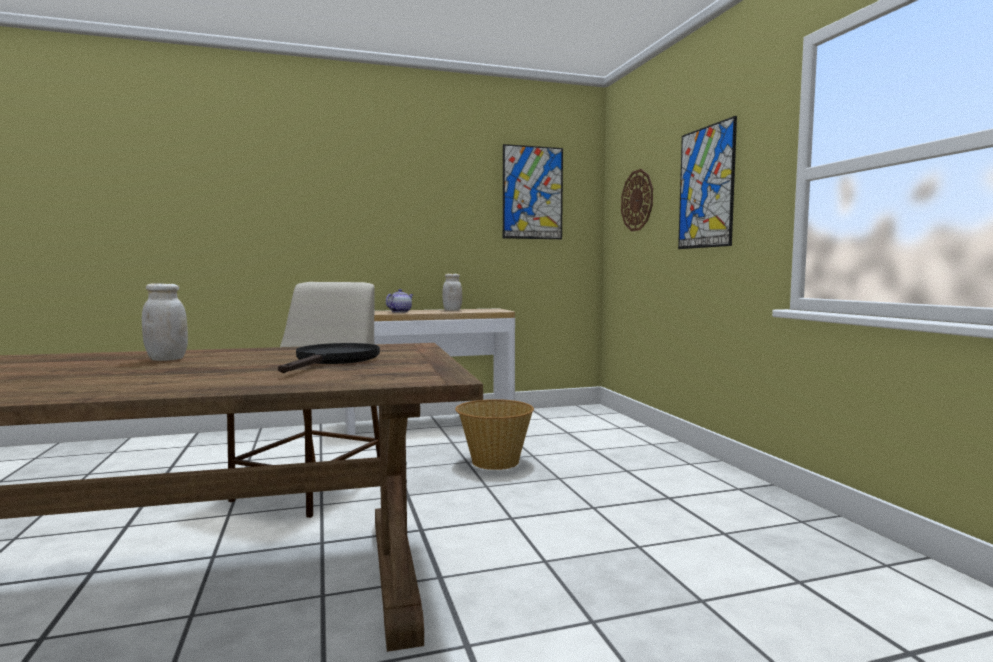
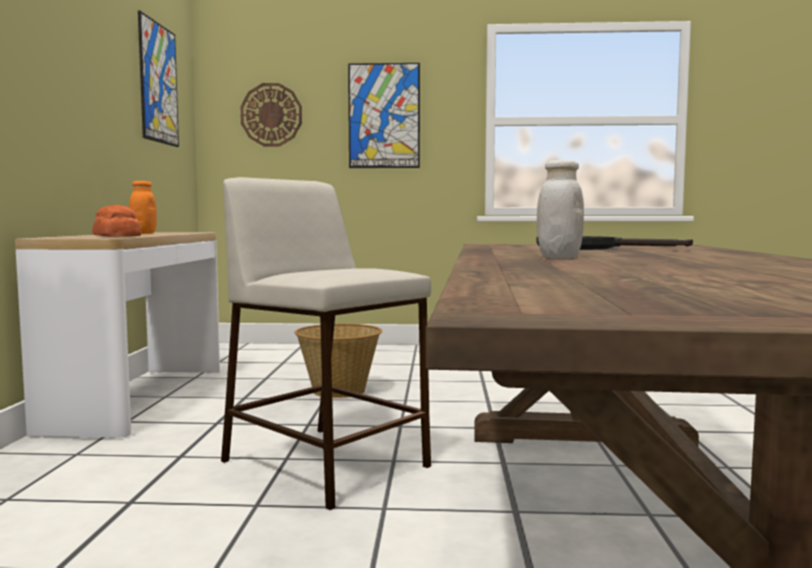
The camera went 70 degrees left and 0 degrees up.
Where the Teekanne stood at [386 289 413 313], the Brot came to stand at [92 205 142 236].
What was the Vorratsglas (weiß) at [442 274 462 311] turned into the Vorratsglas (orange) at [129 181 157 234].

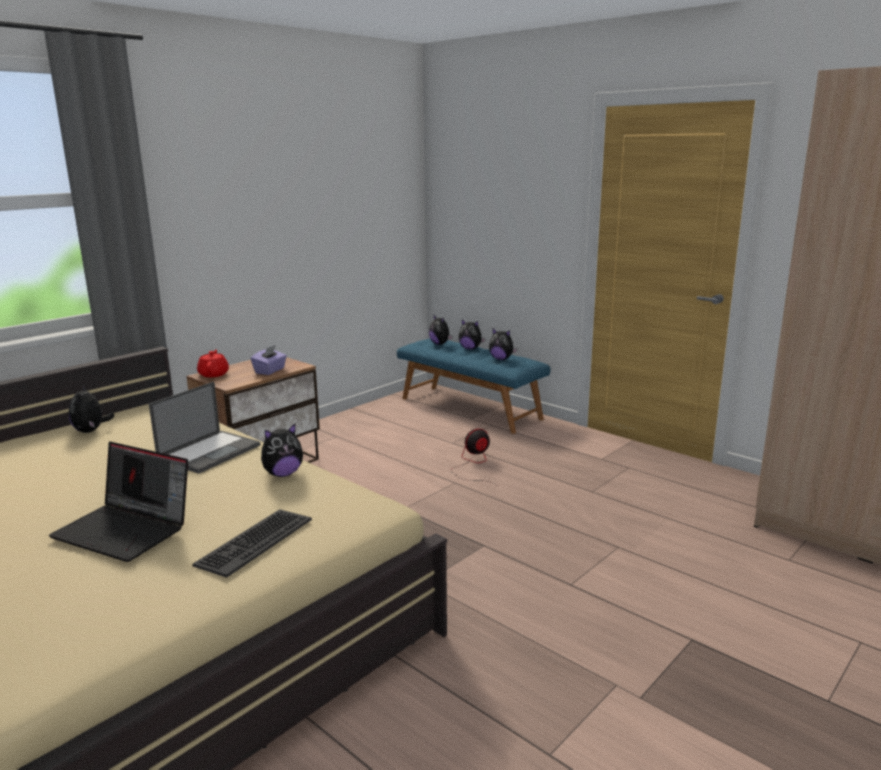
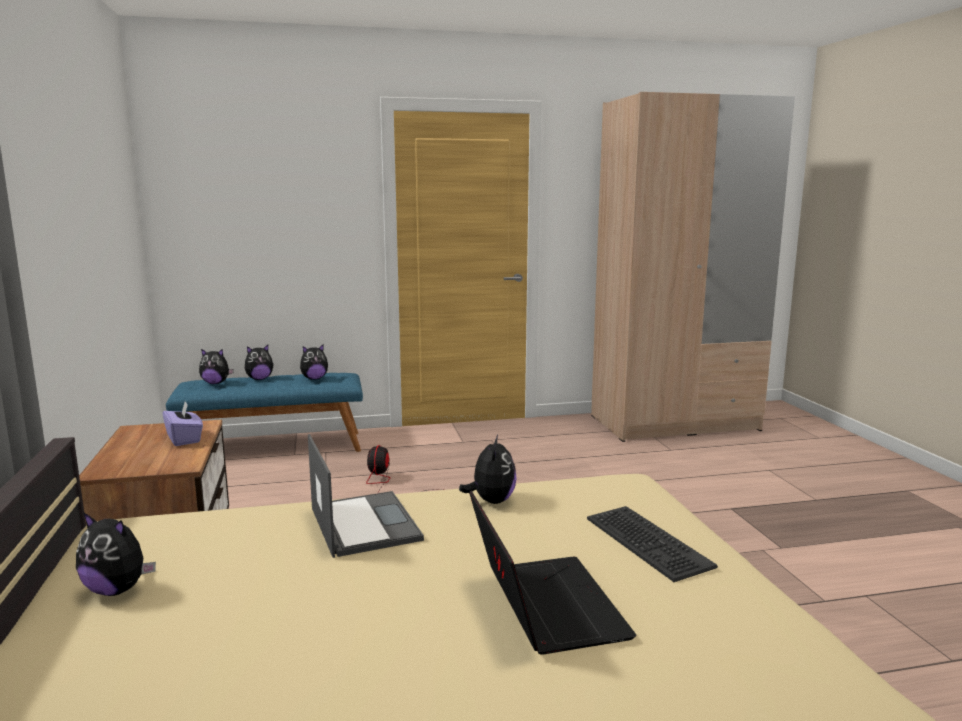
The camera went 55 degrees left and 5 degrees down.
The Laptop at [49 442 188 562] ended up facing another way, 75 degrees counterclockwise from before.
The second view lost the Teekanne (rot) at [197 349 229 377].

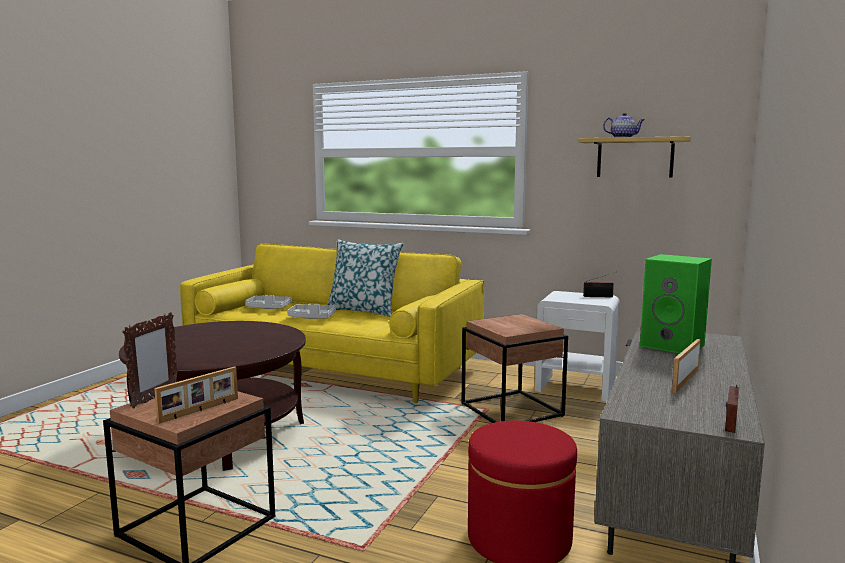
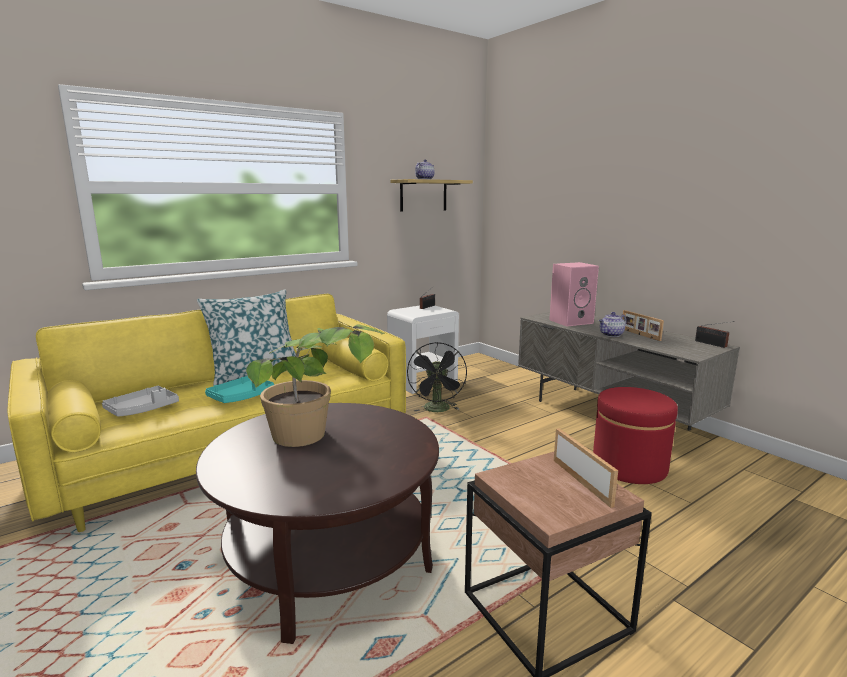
The camera went 60 degrees left and 5 degrees up.
The second view lost the Bilderrahmen at [122 312 177 408].
What was the Tablett (grau) at [287 304 336 319] turned into the Tablett (türkis) at [205 376 275 403].
Where the Beistelltisch (braun) stood at [462 314 568 423], the Ventilator (schwarz) came to stand at [407 342 467 412].
What was the Lautsprecher (grün) at [640 254 712 353] turned into the Lautsprecher (rosa) at [549 262 599 327].
The second view gained the Topfpflanze at [246 325 385 447].
The second view gained the Teekanne at [599 312 627 337].

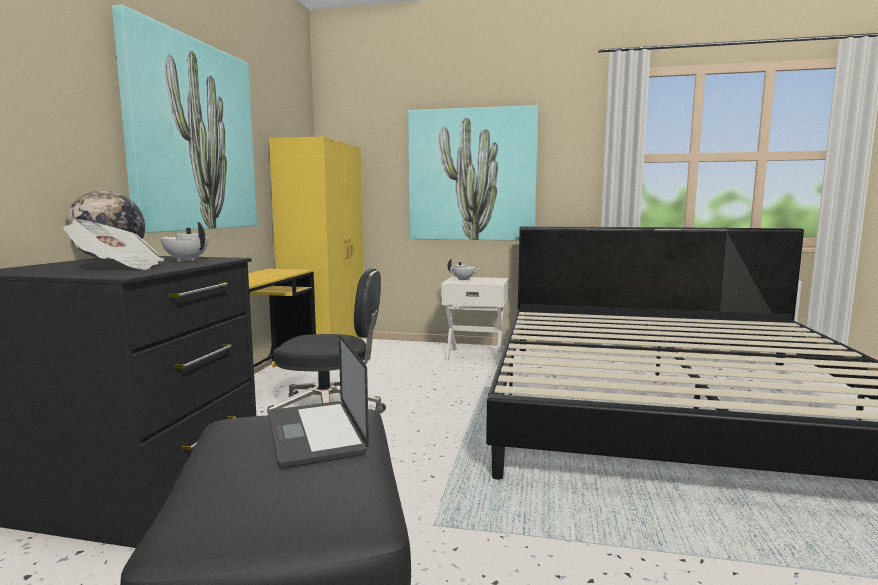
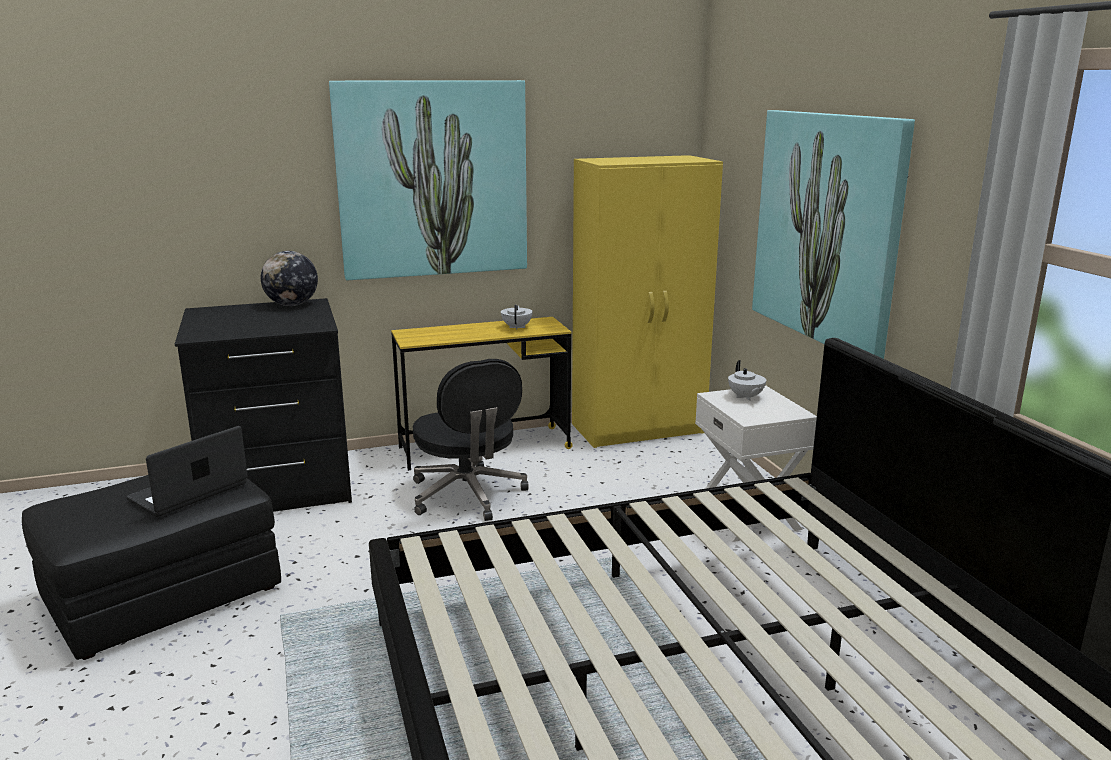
The camera went 60 degrees right and 10 degrees up.
The second view lost the Zeitung at [63 219 164 270].
The Teekanne (weiß) ended up elsewhere, having gone from [160 222 209 262] to [501 305 533 330].

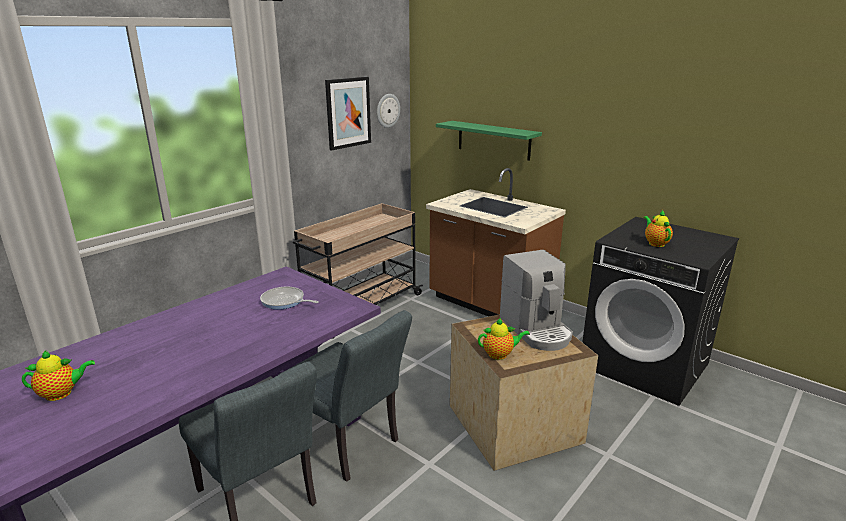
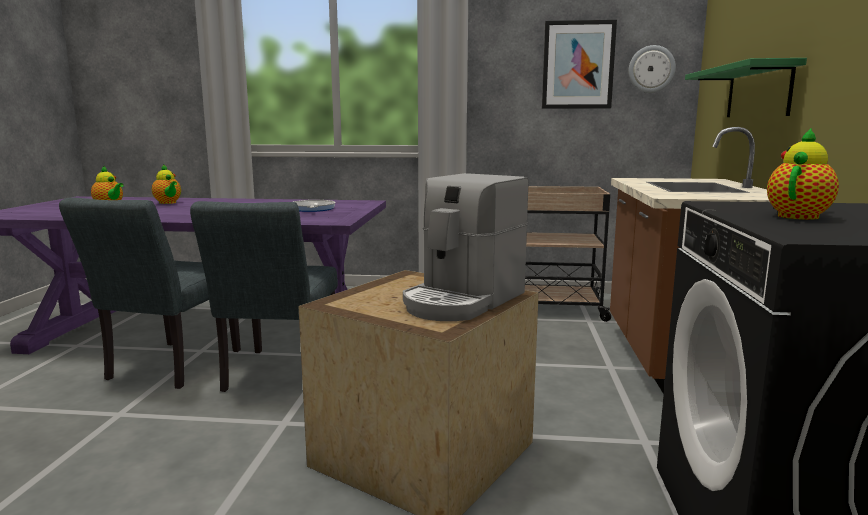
The camera went 55 degrees right and 10 degrees down.
The Teekanne ended up elsewhere, having gone from [478 318 530 360] to [152 165 181 204].

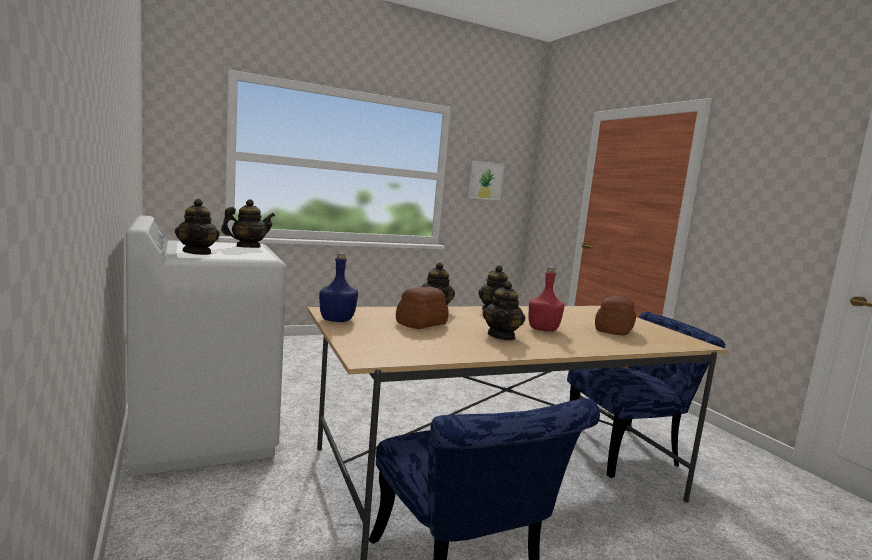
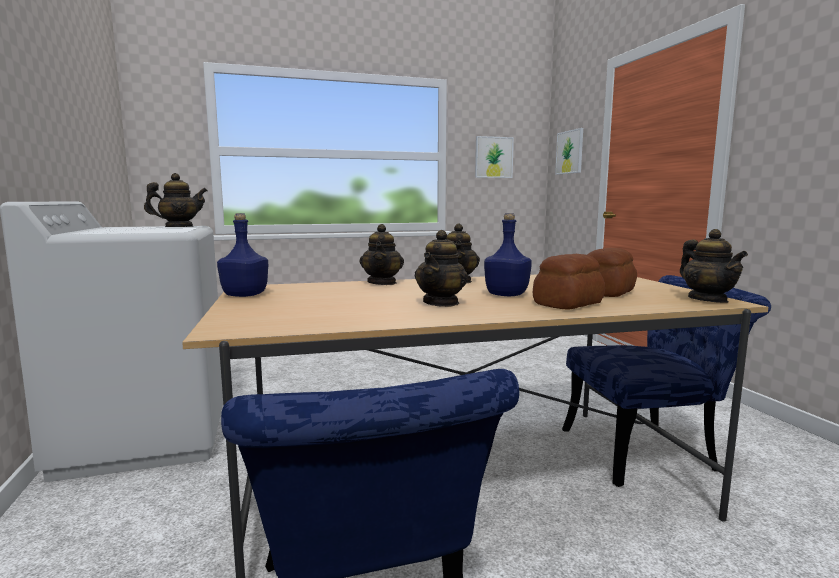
The camera went 10 degrees right and 0 degrees up.
The Teekanne ended up elsewhere, having gone from [175 199 220 255] to [680 229 748 303].
The Brot ended up elsewhere, having gone from [396 287 449 329] to [533 254 605 310].
What was the Flasche (rot) at [528 267 565 332] turned into the Flasche (blau) at [484 213 532 296].
The second view gained the Bild at [555 128 583 175].

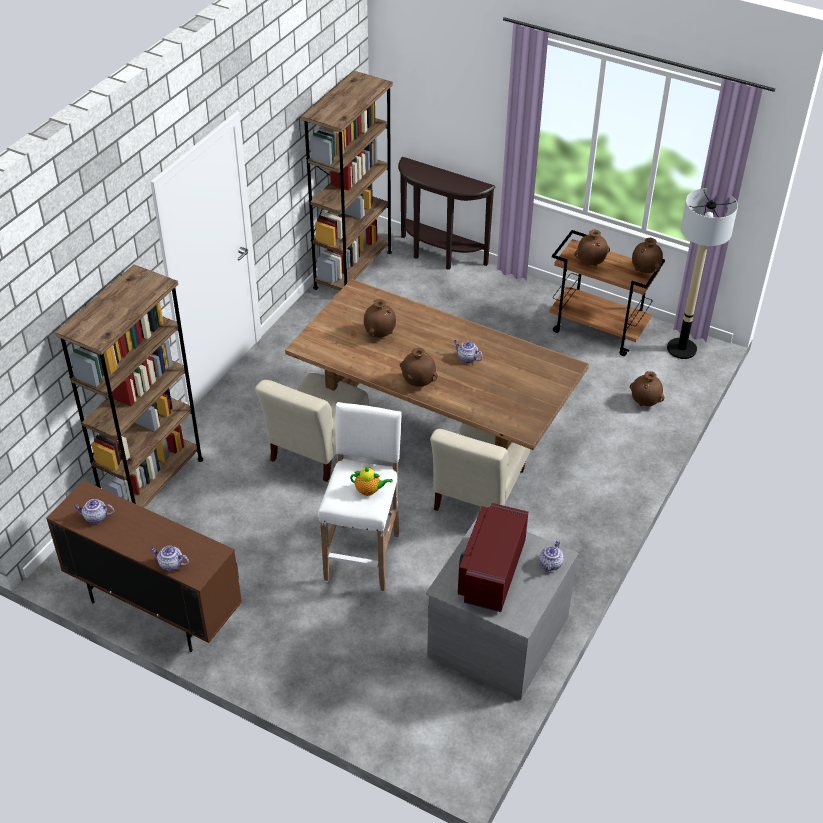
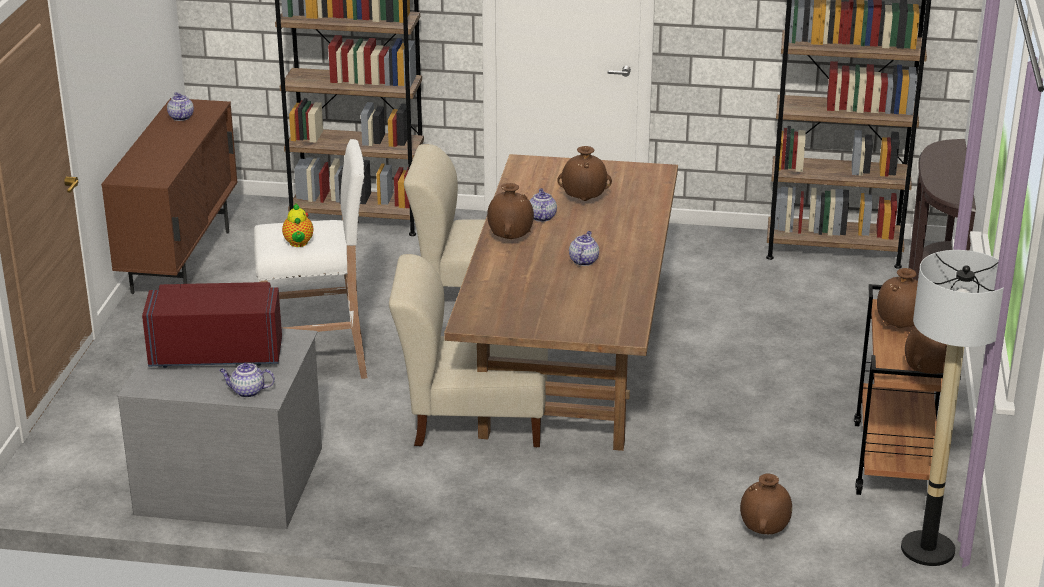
The camera went 70 degrees right and 15 degrees down.
The Teekanne ended up elsewhere, having gone from [150 546 189 571] to [530 189 557 222].

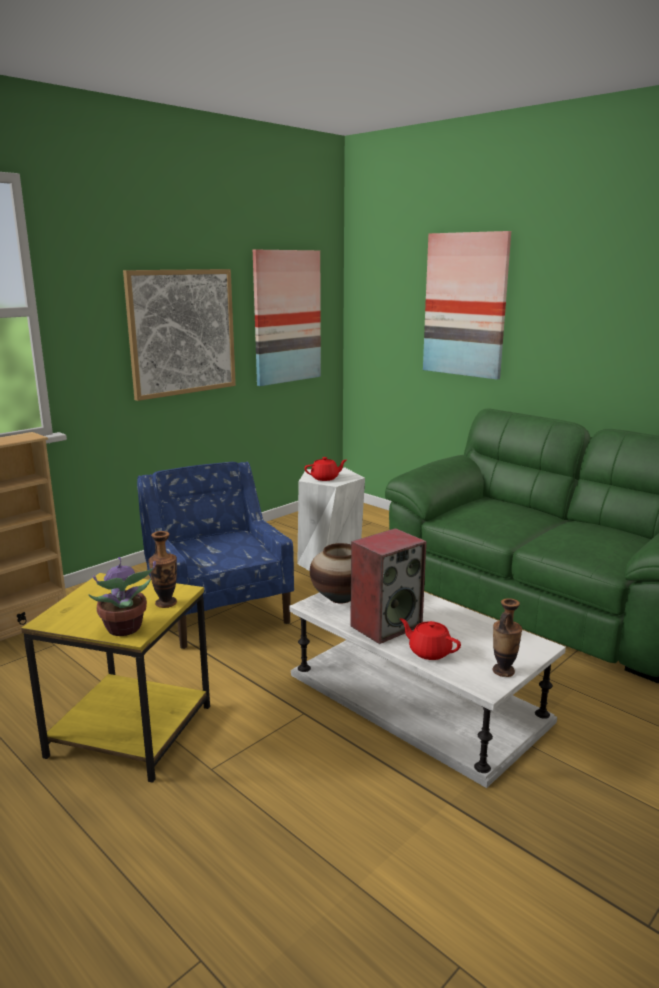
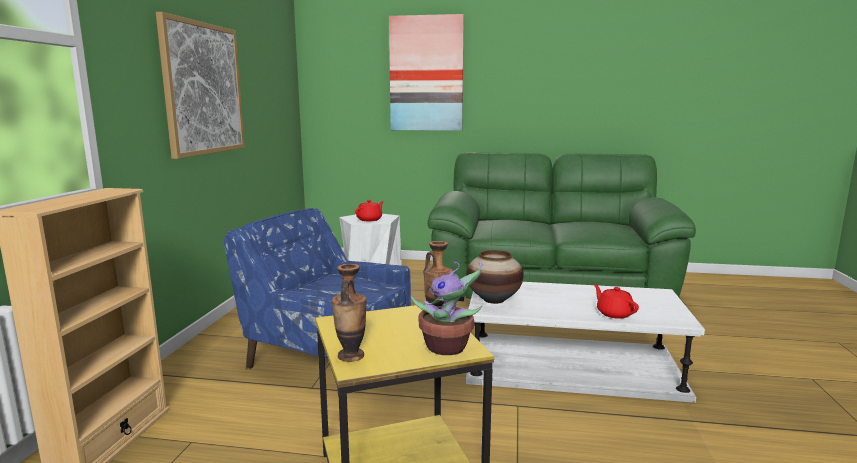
The camera went 35 degrees left and 5 degrees down.
The second view lost the Bild at [253 250 321 386].
The second view lost the Lautsprecher at [350 528 426 644].
The Teekanne (rot) at [400 618 461 660] ended up facing another way, 60 degrees clockwise from before.
The Vase ended up elsewhere, having gone from [493 598 522 677] to [332 264 367 362].

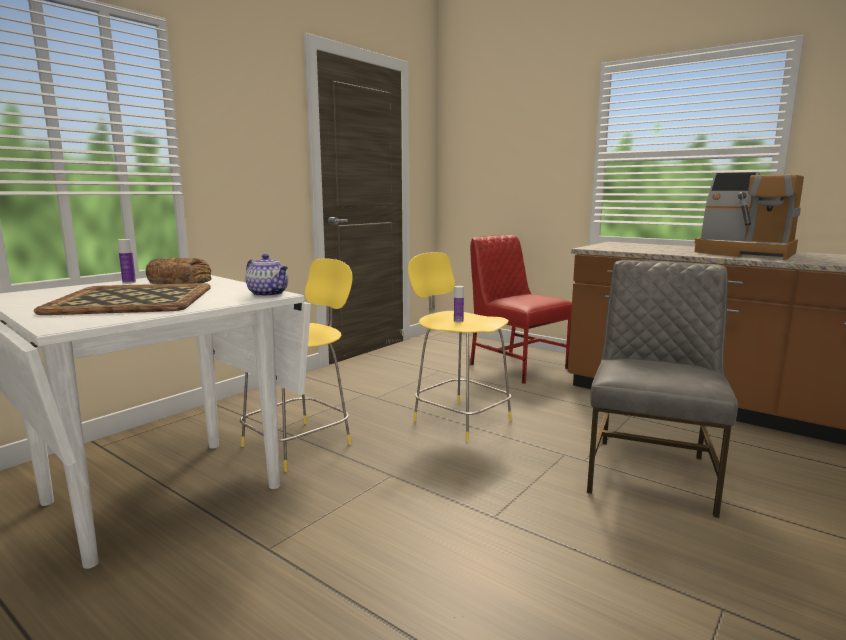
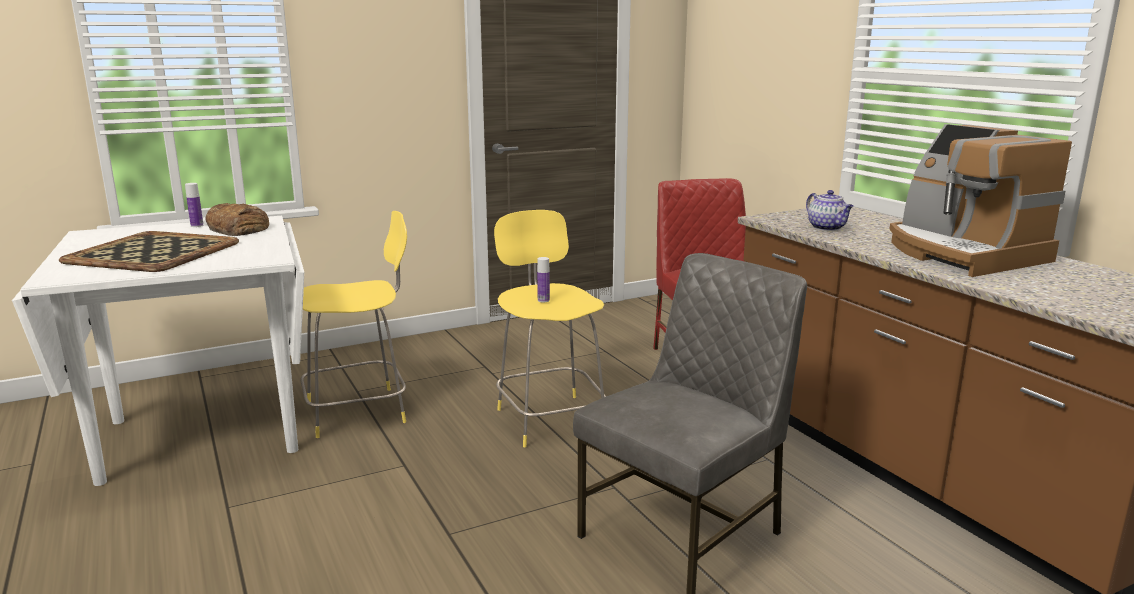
The camera went 25 degrees right and 5 degrees up.
The Teekanne ended up elsewhere, having gone from [245 254 288 297] to [806 190 854 231].

